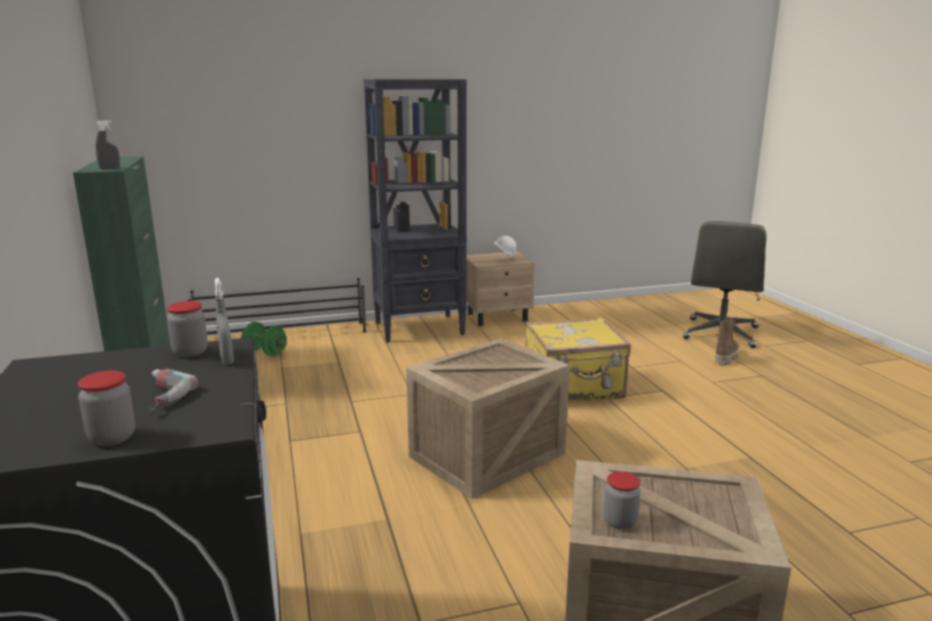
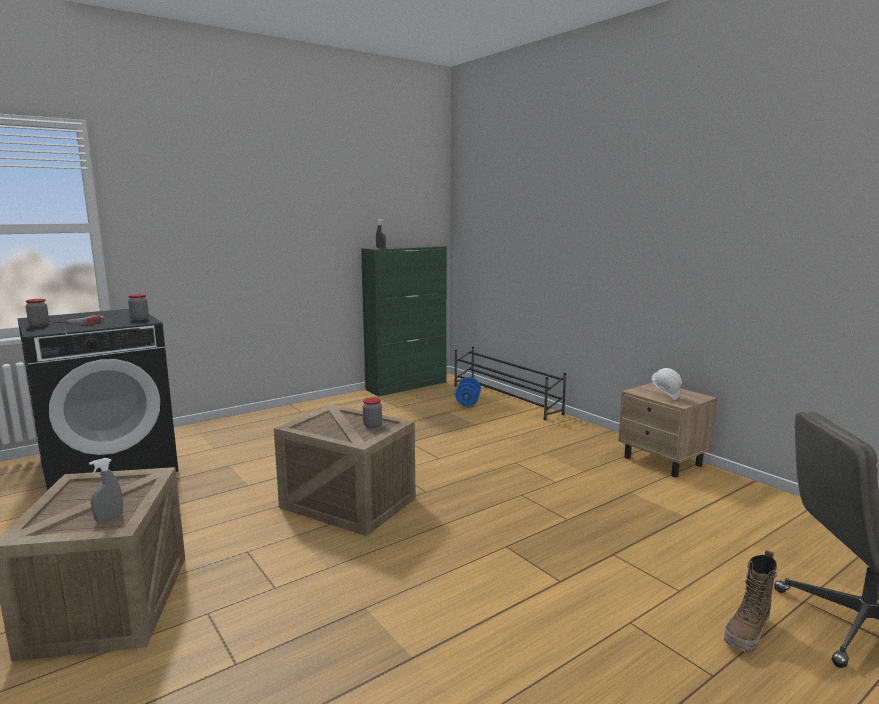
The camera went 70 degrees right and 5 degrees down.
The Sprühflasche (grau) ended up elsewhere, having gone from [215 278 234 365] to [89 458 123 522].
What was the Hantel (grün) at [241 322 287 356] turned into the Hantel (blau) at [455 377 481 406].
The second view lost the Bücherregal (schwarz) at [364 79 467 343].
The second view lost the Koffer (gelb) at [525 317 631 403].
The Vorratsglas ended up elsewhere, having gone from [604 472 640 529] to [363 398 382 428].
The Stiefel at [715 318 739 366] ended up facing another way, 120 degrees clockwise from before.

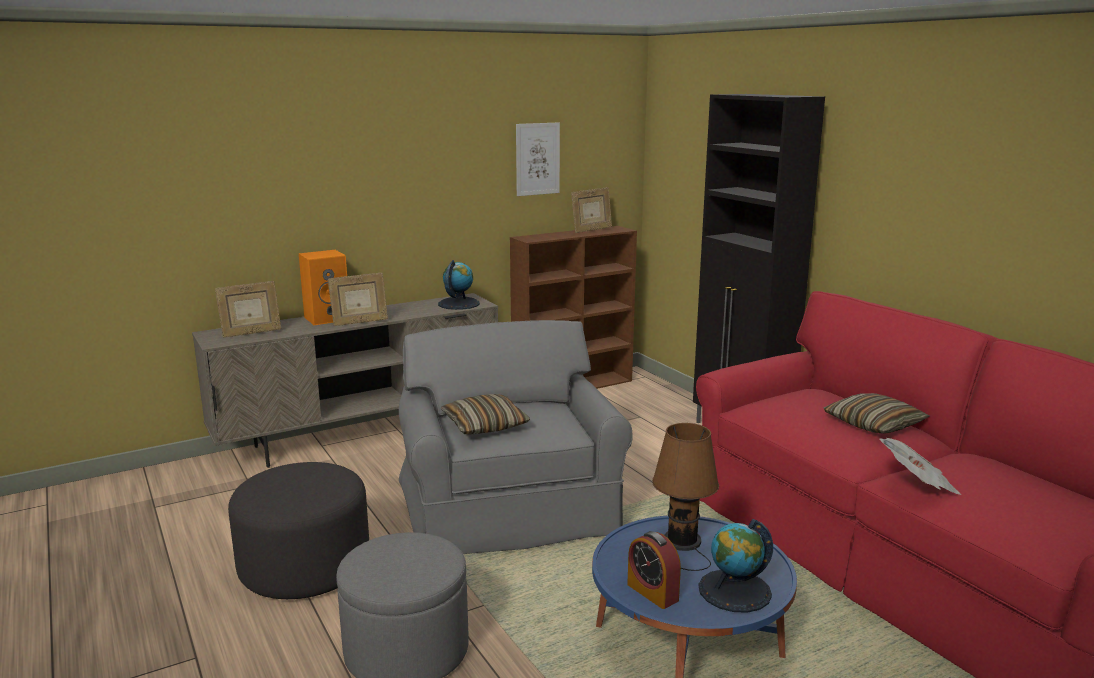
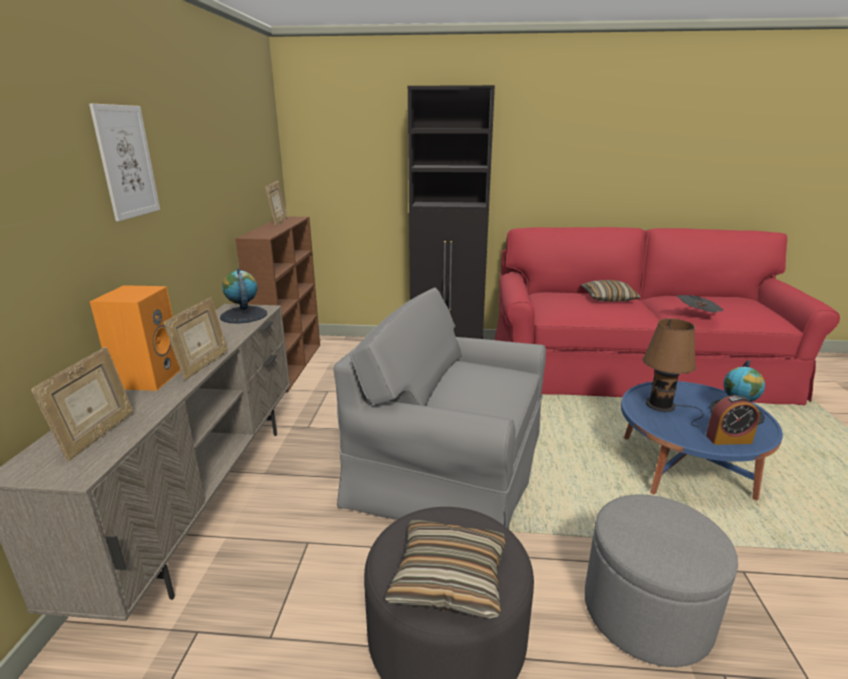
The camera went 55 degrees left and 5 degrees up.
The Kissen ended up elsewhere, having gone from [440 394 530 434] to [385 520 505 618].
The Bild ended up elsewhere, having gone from [516 122 560 196] to [89 104 160 221].

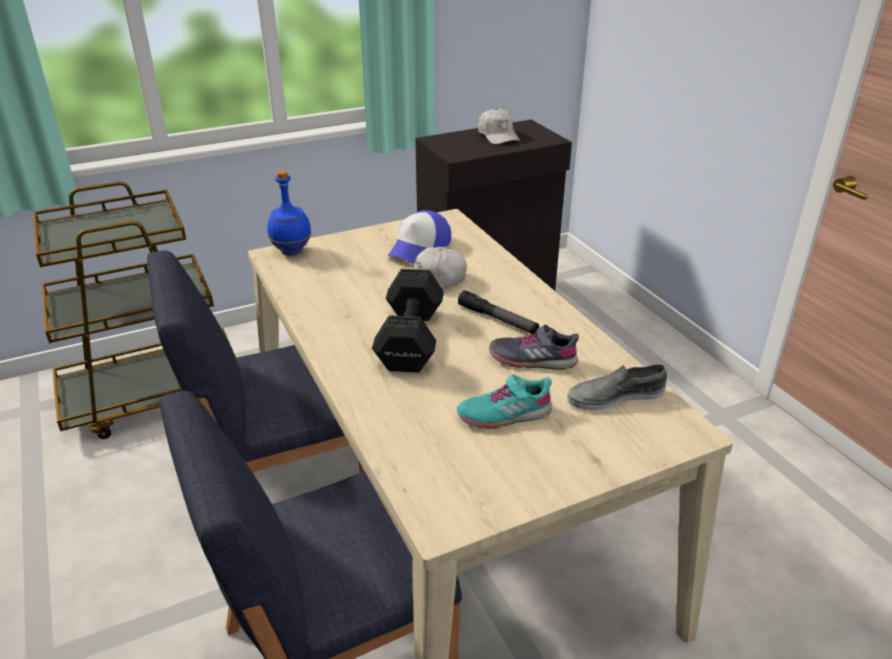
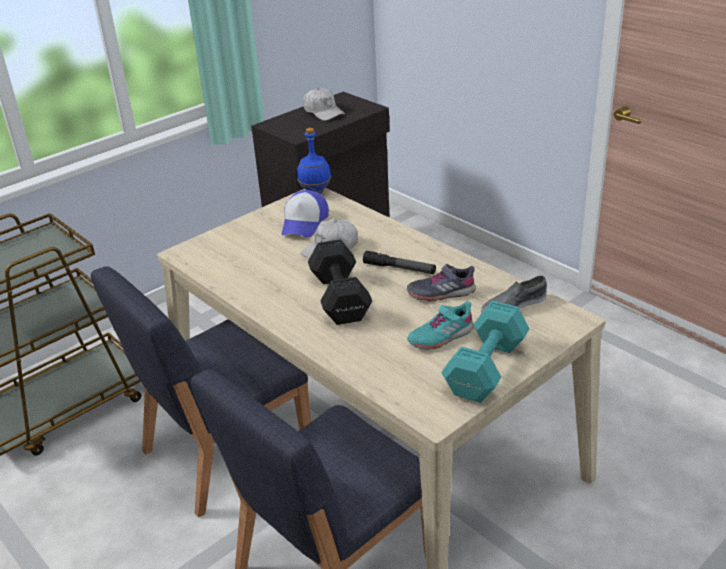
The camera went 15 degrees left and 0 degrees up.
The Flasche (blau) ended up elsewhere, having gone from [267 171 311 256] to [297 128 331 194].
The second view gained the Hantel (türkis) at [441 301 529 403].

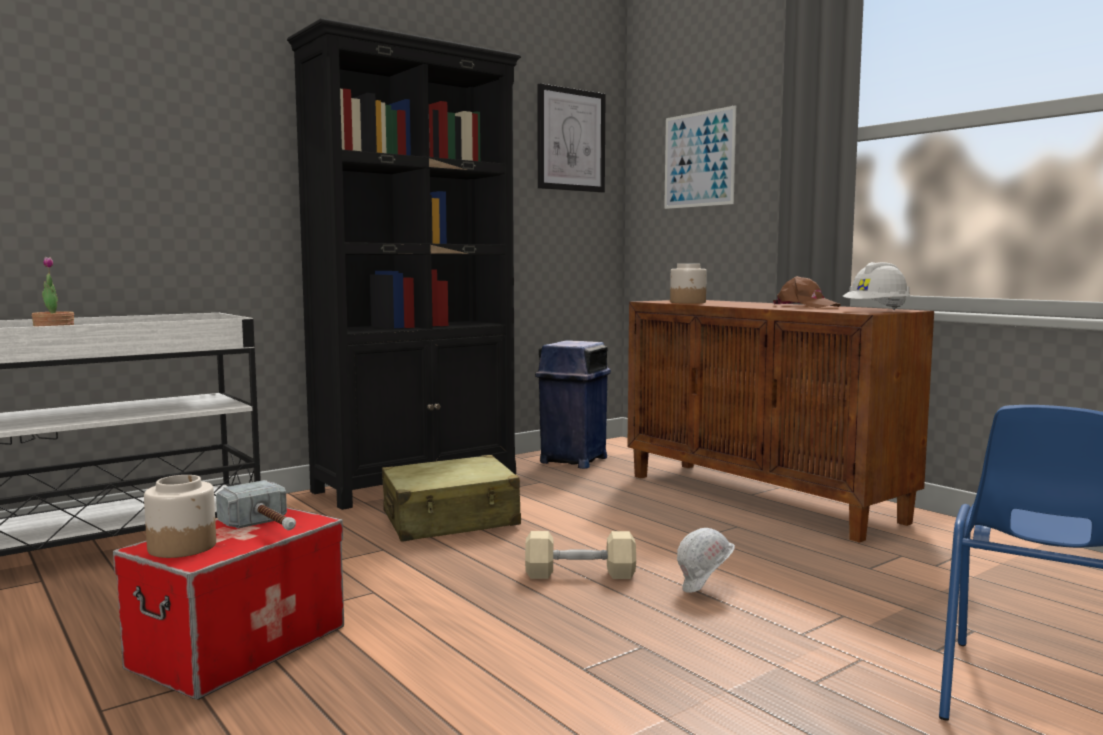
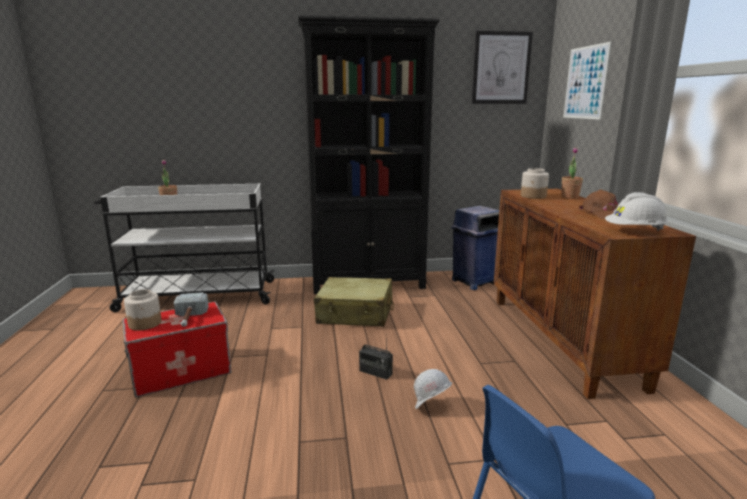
The camera went 30 degrees right and 10 degrees up.
Where the Hantel (beige) stood at [525 531 636 579], the Radio came to stand at [359 335 393 380].
The second view gained the Topfpflanze at [561 147 583 199].

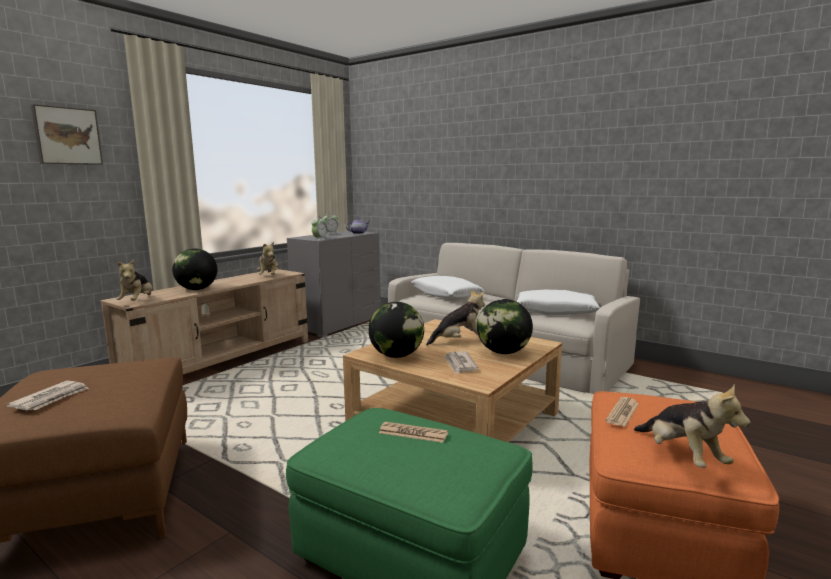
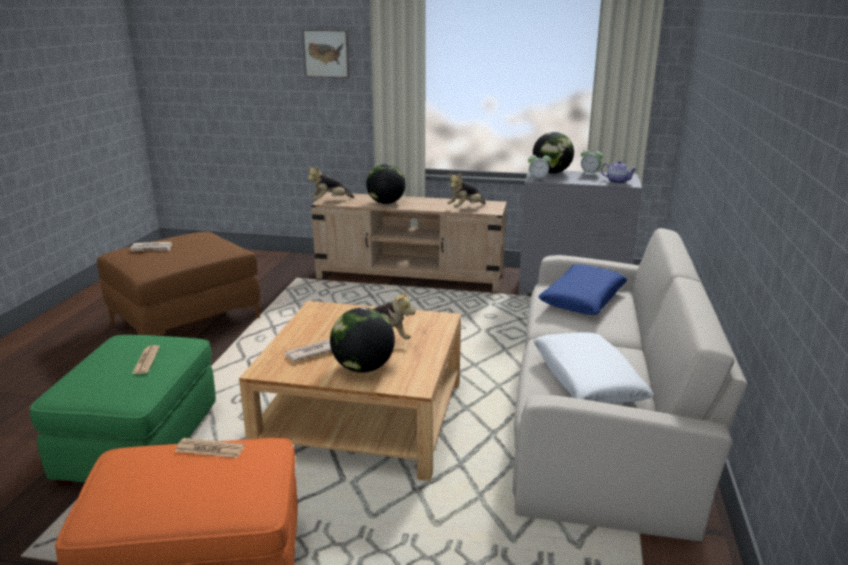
The camera went 65 degrees right and 10 degrees up.
The Globus ended up elsewhere, having gone from [368 302 424 358] to [533 132 574 174].
What was the Kissen (weiß) at [411 276 484 298] turned into the Kissen (blau) at [538 264 627 315].
The second view lost the Plüschtier at [634 384 751 468].

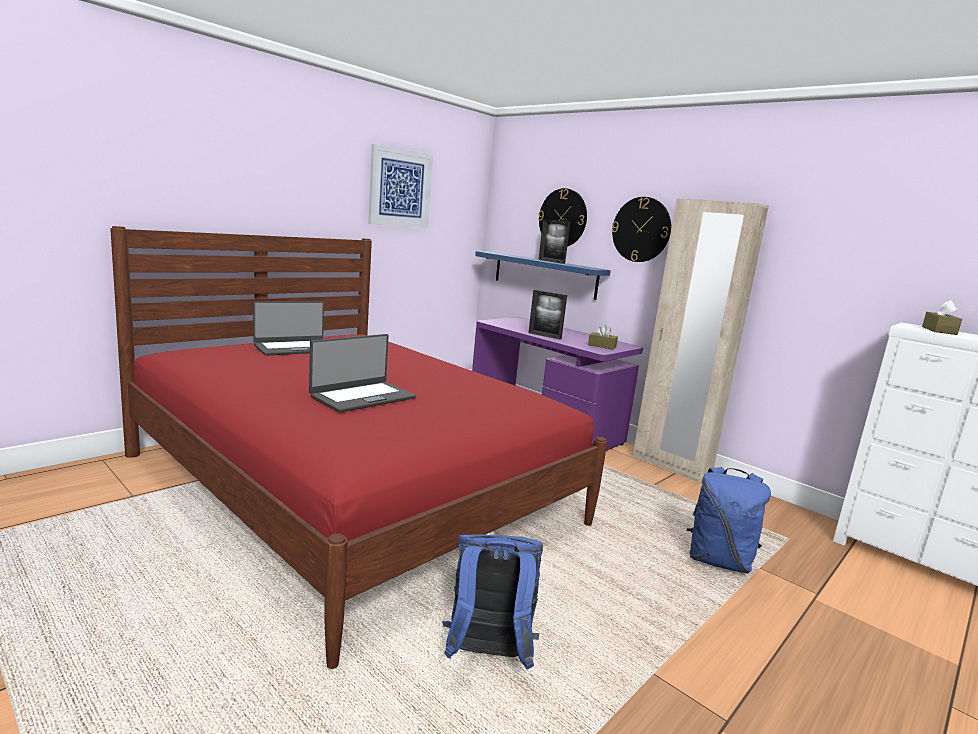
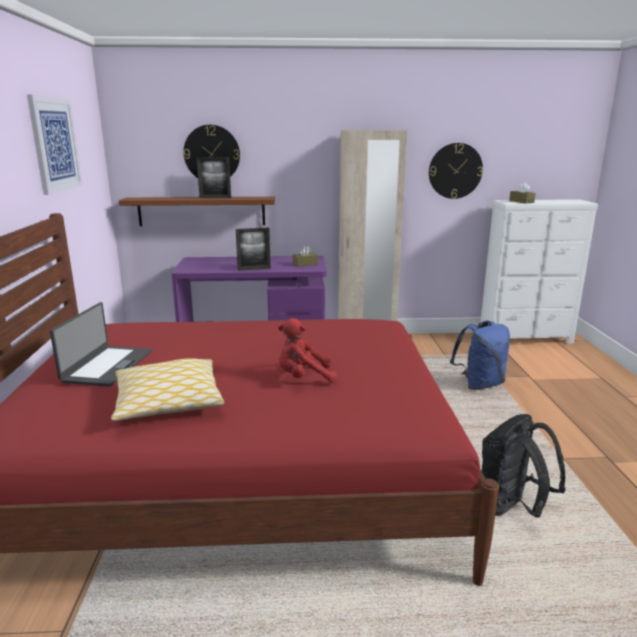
The camera went 45 degrees left and 5 degrees up.
Where the Laptop stood at [309 334 416 413], the Plüschtier (rot) came to stand at [278 318 337 383].
What was the Rucksack (blau) at [442 535 543 669] turned into the Rucksack (schwarz) at [482 414 566 518].
What was the Wandregal (blau) at [475 251 611 300] turned into the Wandregal (braun) at [119 197 275 226].
The Wanduhr ended up elsewhere, having gone from [612 197 671 262] to [429 143 483 199].
The second view gained the Kissen at [111 358 224 421].

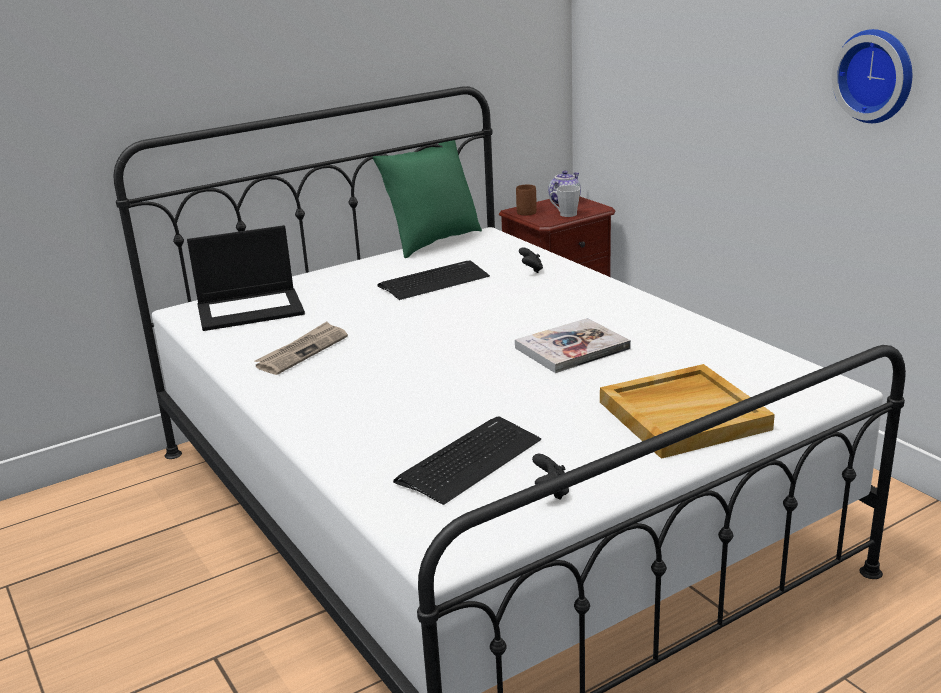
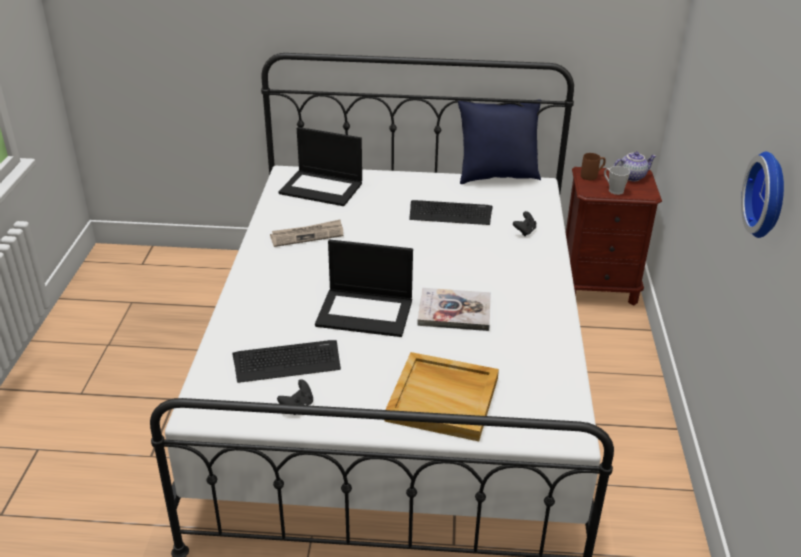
The camera went 35 degrees right and 10 degrees up.
What was the Kissen (grün) at [372 140 482 258] turned into the Kissen (blau) at [458 99 541 184].
The second view gained the Laptop at [315 240 413 337].

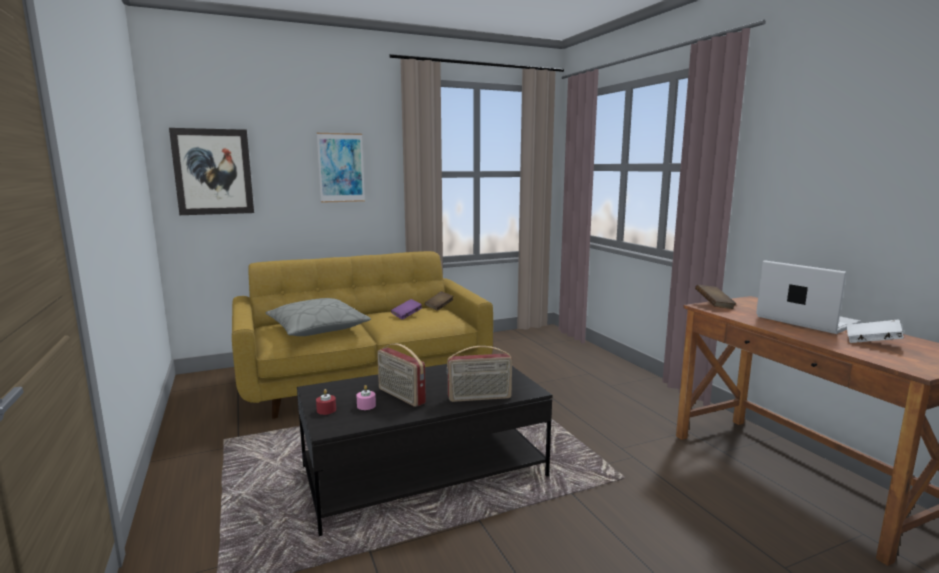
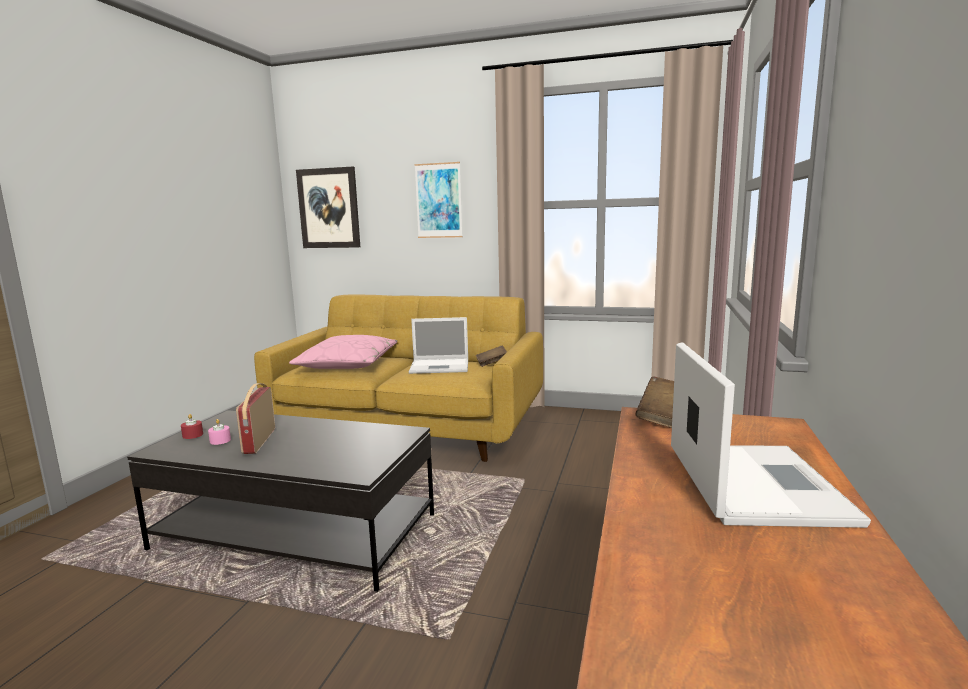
The camera went 40 degrees right and 0 degrees up.
What was the Kissen (grau) at [266 298 371 336] turned into the Kissen (rosa) at [289 335 398 369].
Where the Buch (lila) stood at [391 299 422 320], the Laptop came to stand at [409 317 468 374].
The second view lost the Radio at [447 346 512 402].
The second view lost the Buch (weiß) at [847 319 904 343].

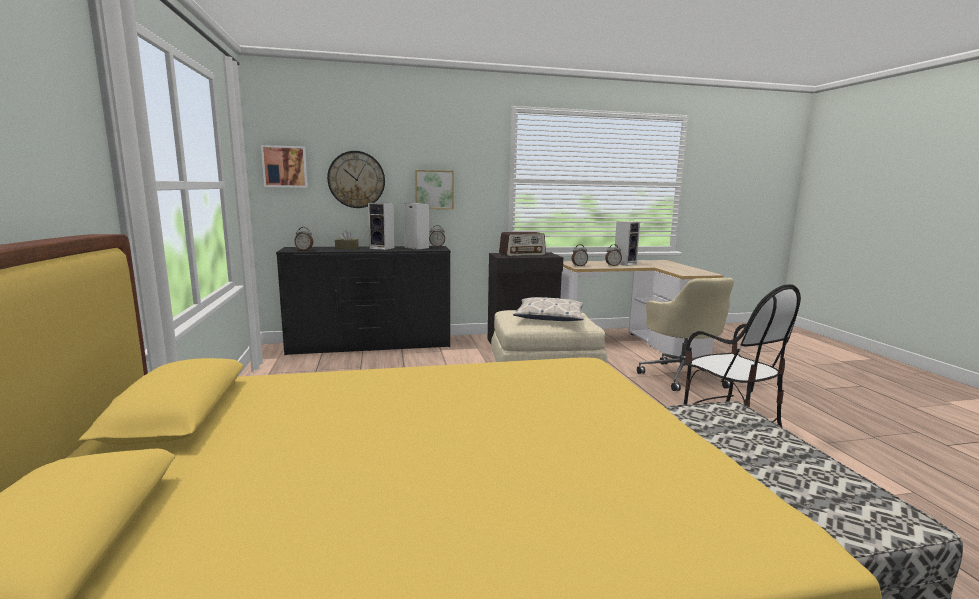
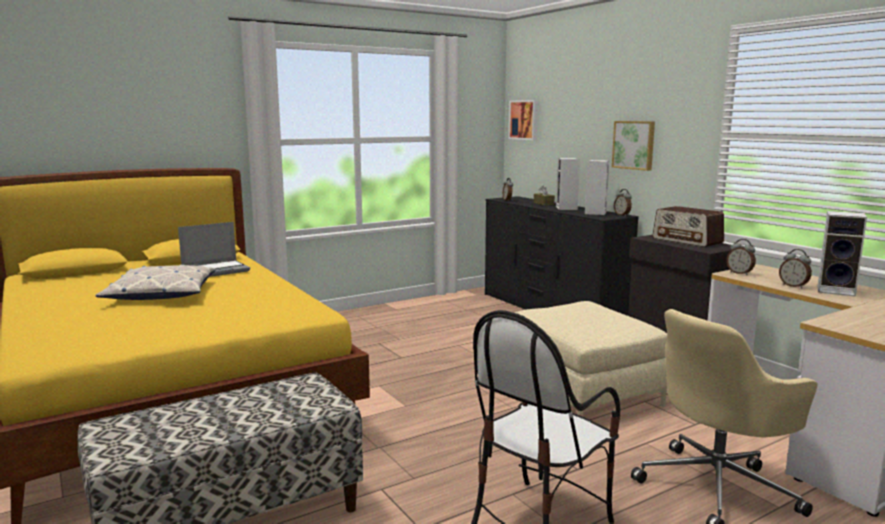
The camera went 70 degrees right and 0 degrees up.
The second view lost the Wanduhr at [327 151 385 208].
The Kissen ended up elsewhere, having gone from [513 297 584 321] to [95 264 216 300].
The second view gained the Laptop at [178 222 250 277].

